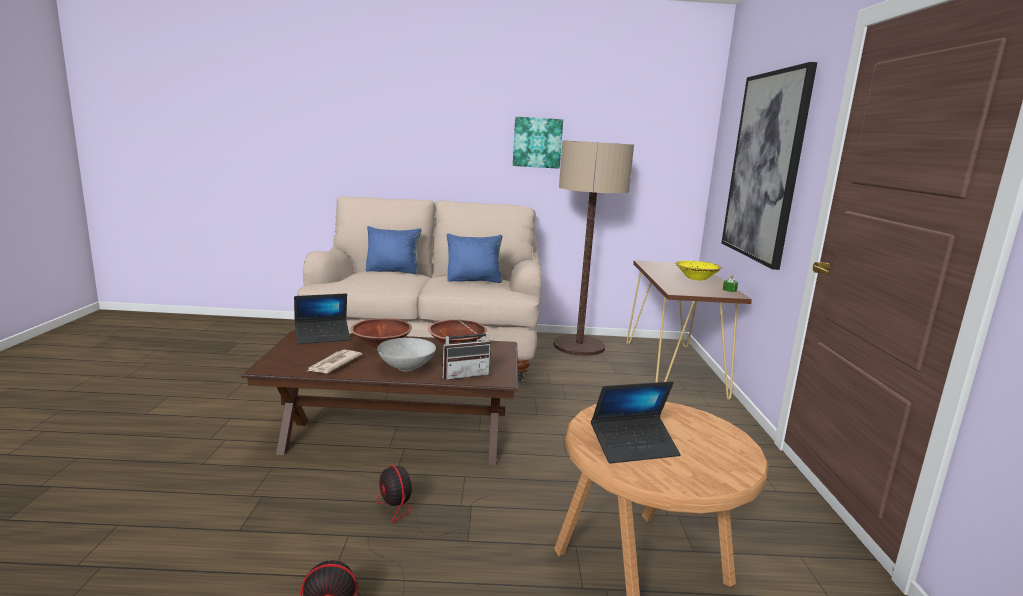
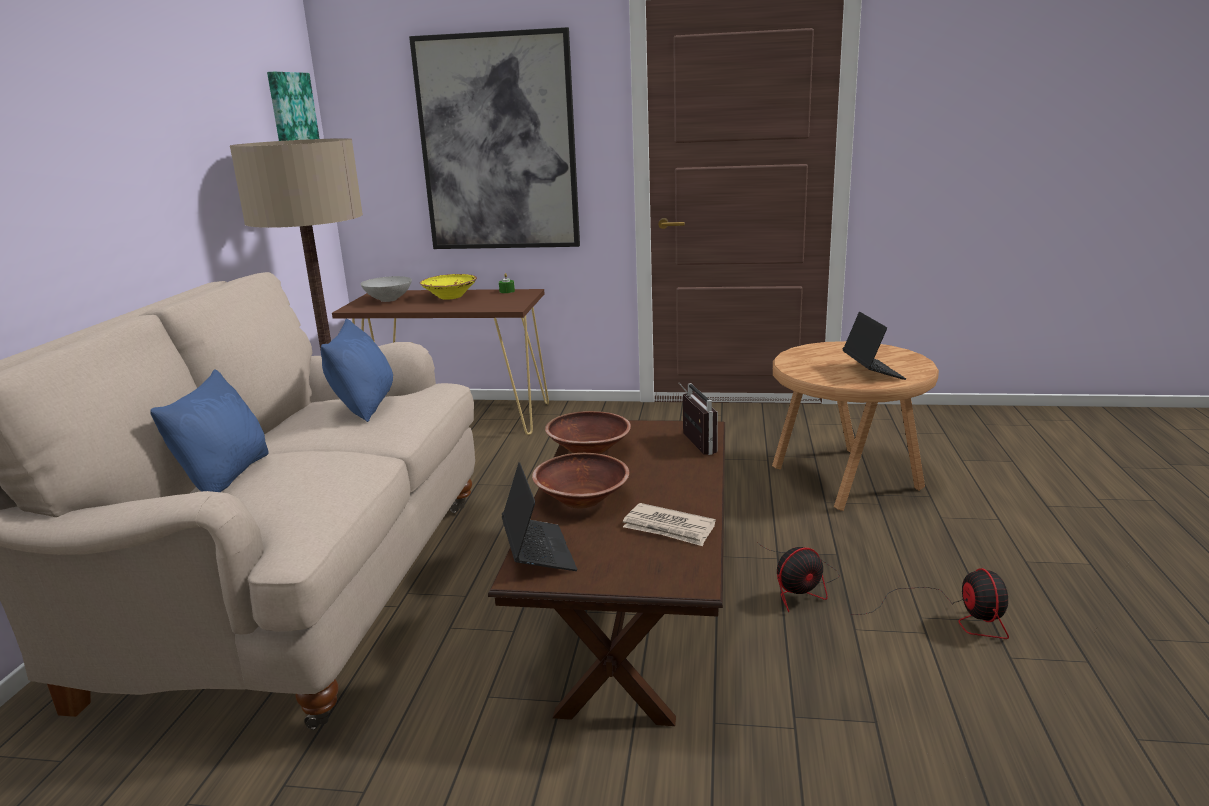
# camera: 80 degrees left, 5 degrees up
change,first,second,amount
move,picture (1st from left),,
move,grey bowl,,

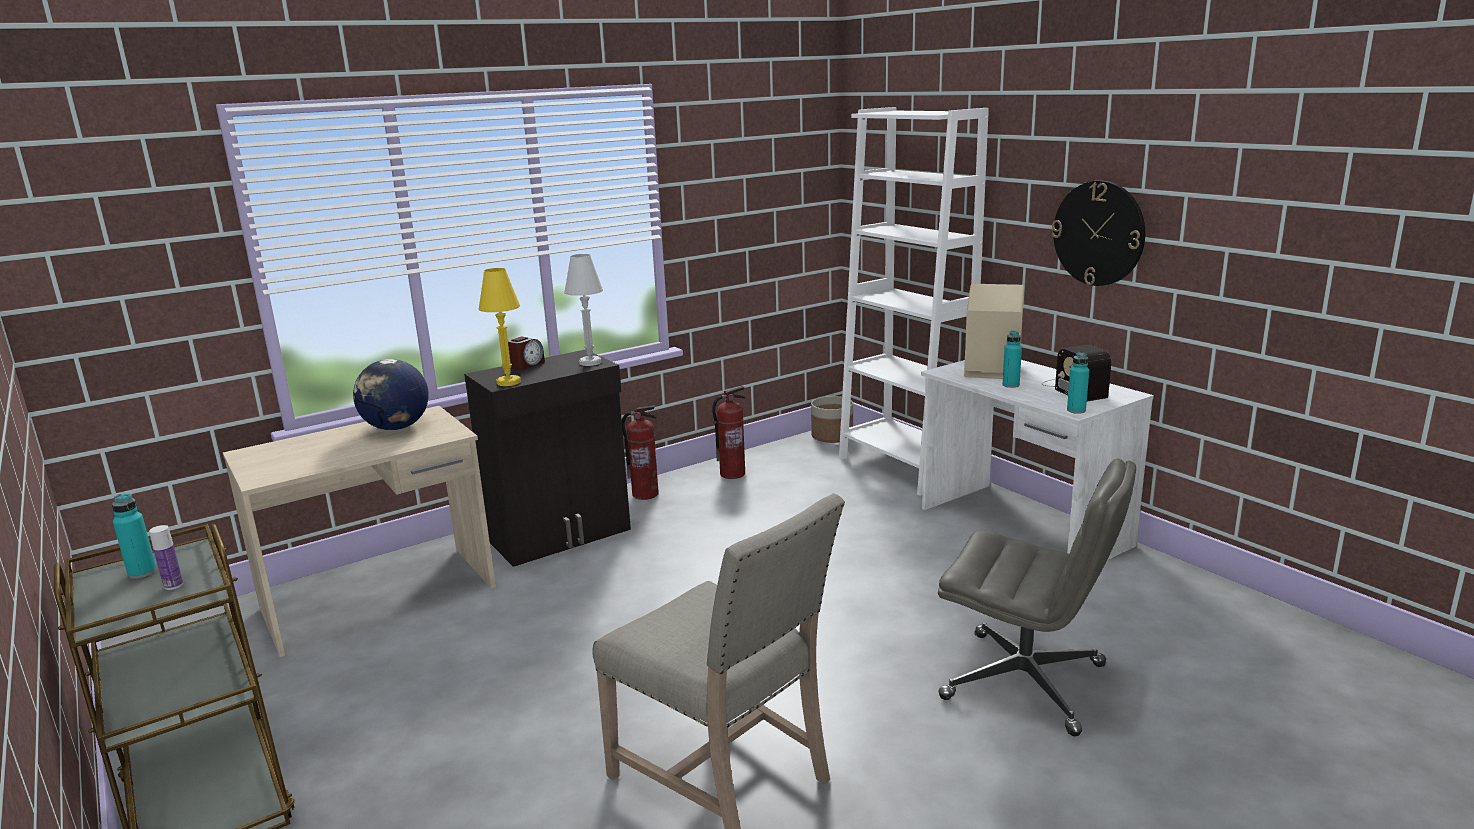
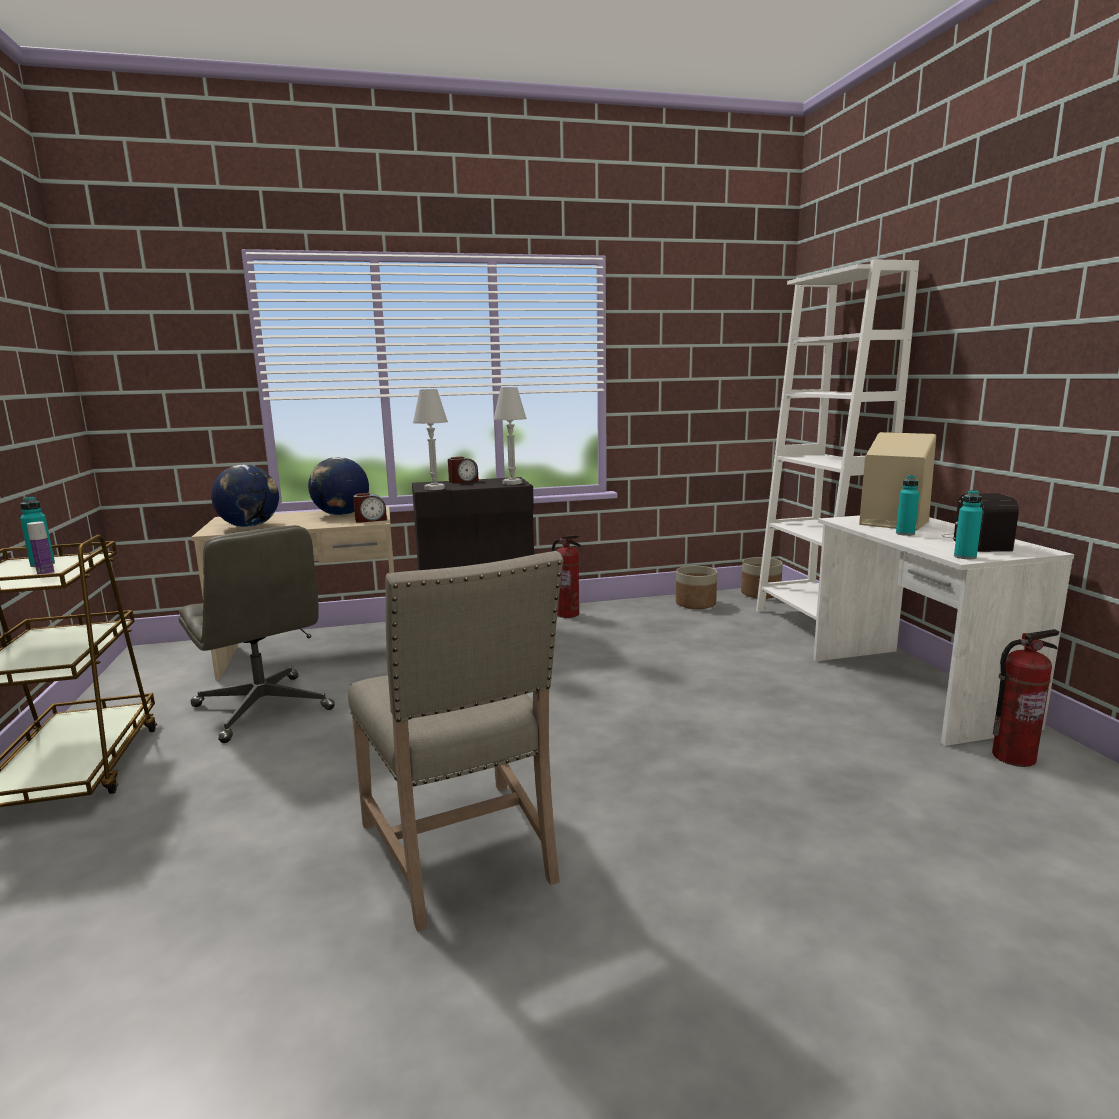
# camera: 20 degrees right, 5 degrees down
change,first,second,amount
delete,wall clock,,
recolor,yellow table lamp,white table lamp (1st from left),
move,fire extinguisher (2nd from left),,
move,grey office chair,,
insert,,globe (1st from left),
insert,,alarm clock (1st from left),
insert,,planter (1st from left),

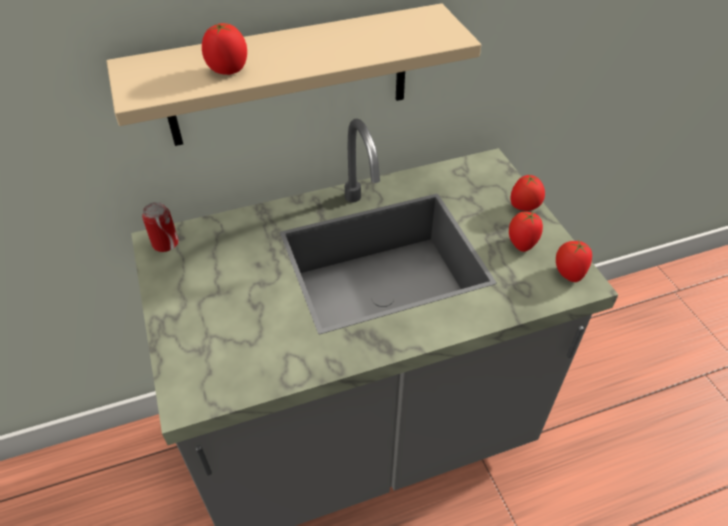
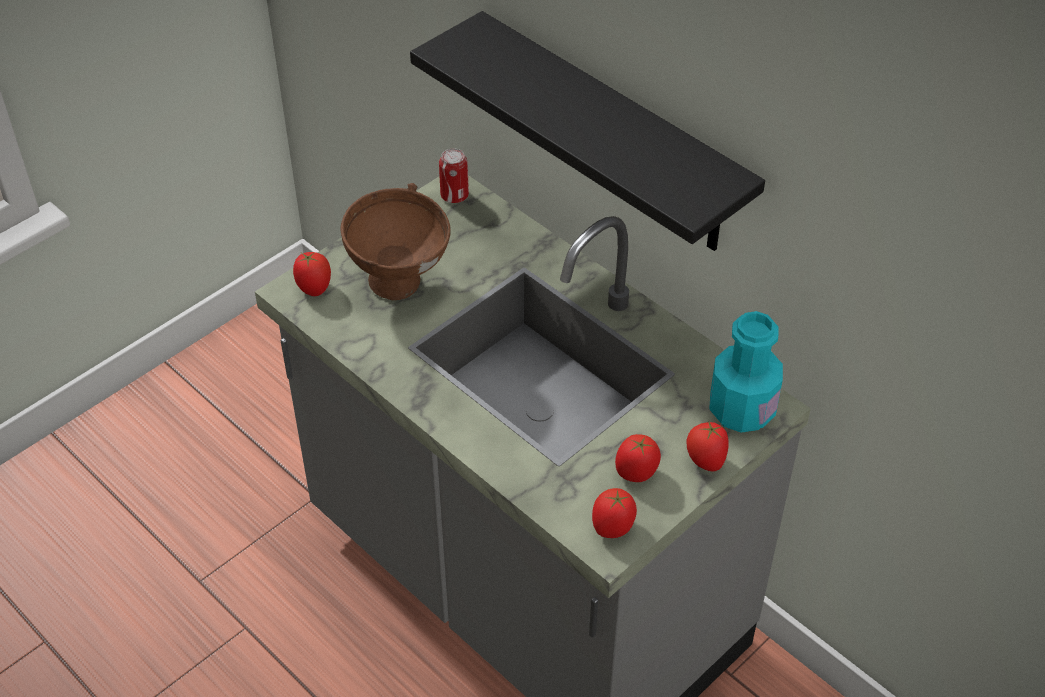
# camera: 65 degrees right, 0 degrees up
change,first,second,amount
recolor,beige shelf,black shelf,
move,tomato (1st from left),,
insert,,brown bowl,
insert,,turquoise bottle,

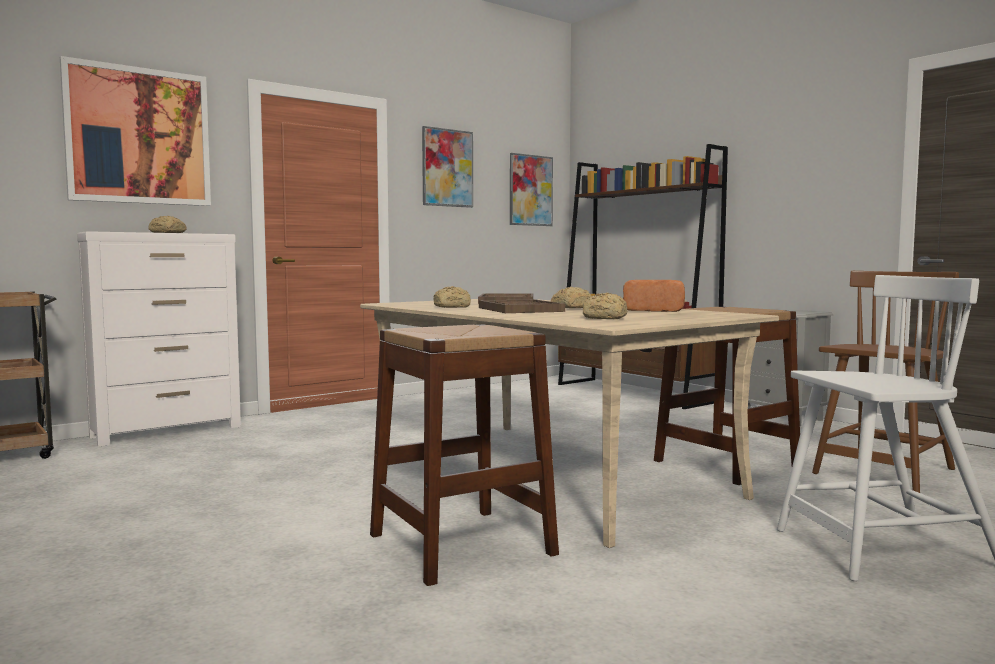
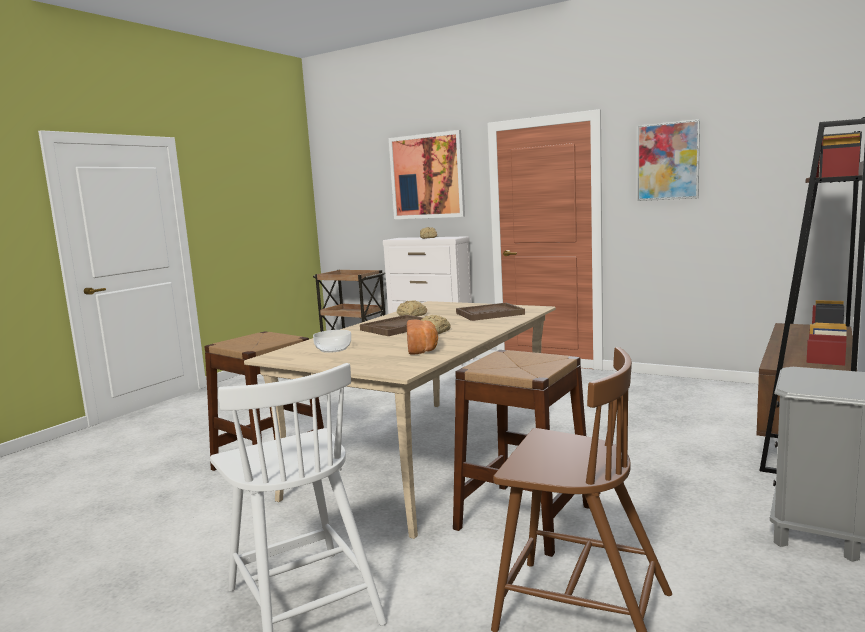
# camera: 70 degrees right, 5 degrees up
change,first,second,amount
delete,picture (3rd from left),,
replace,bread (4th from left),bowl,

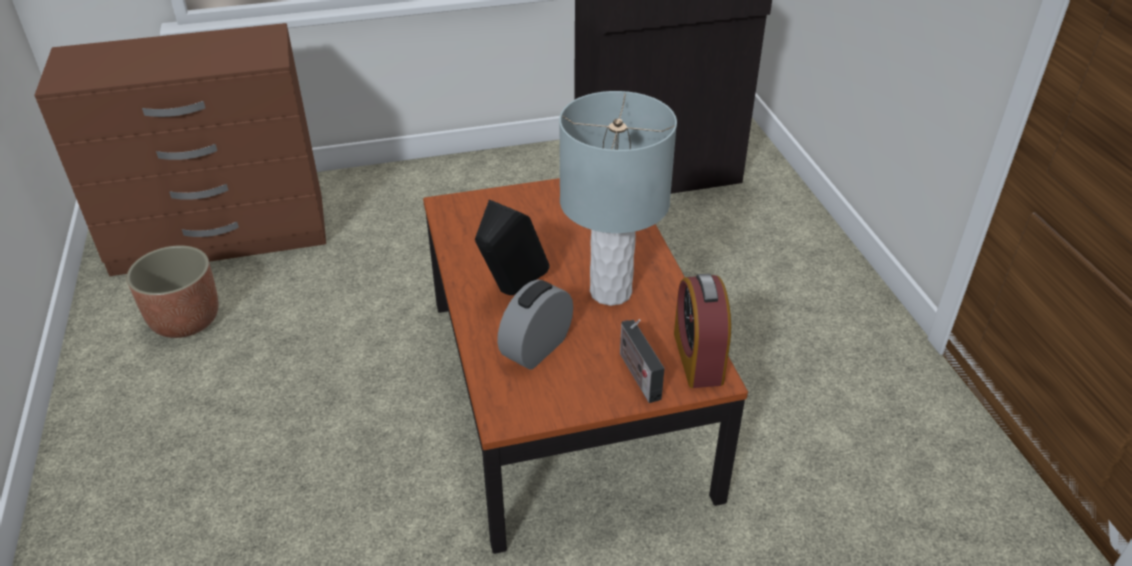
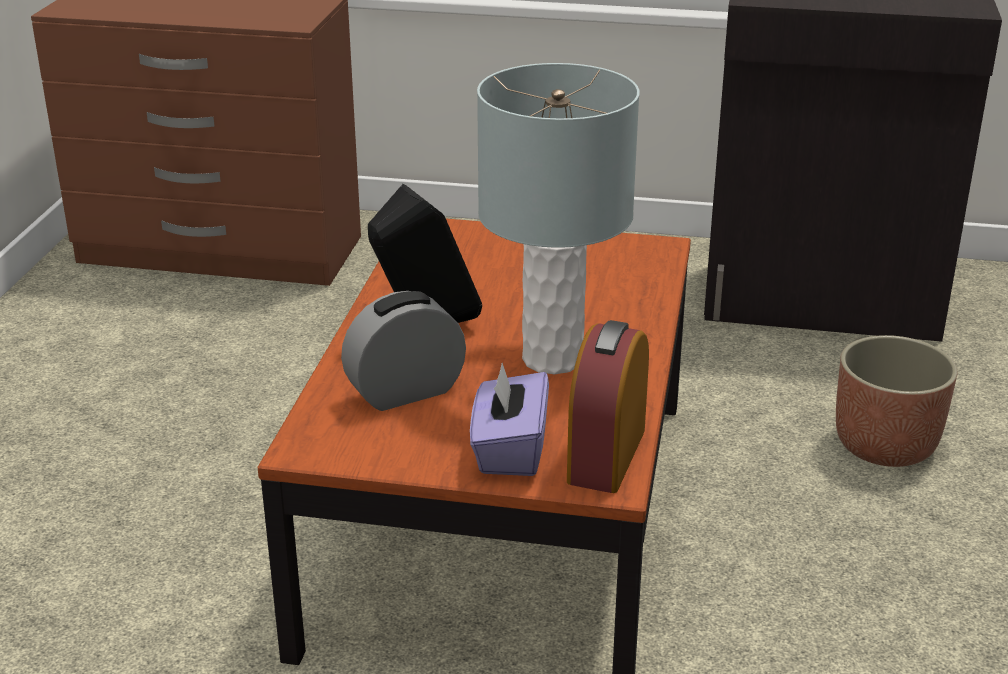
# camera: 25 degrees right, 10 degrees down
change,first,second,amount
move,planter,,
replace,radio,purple tissue box,

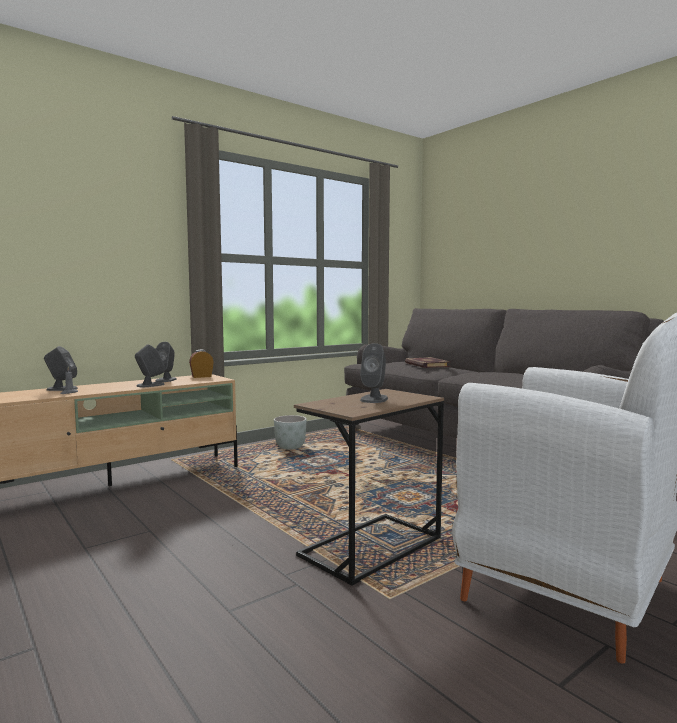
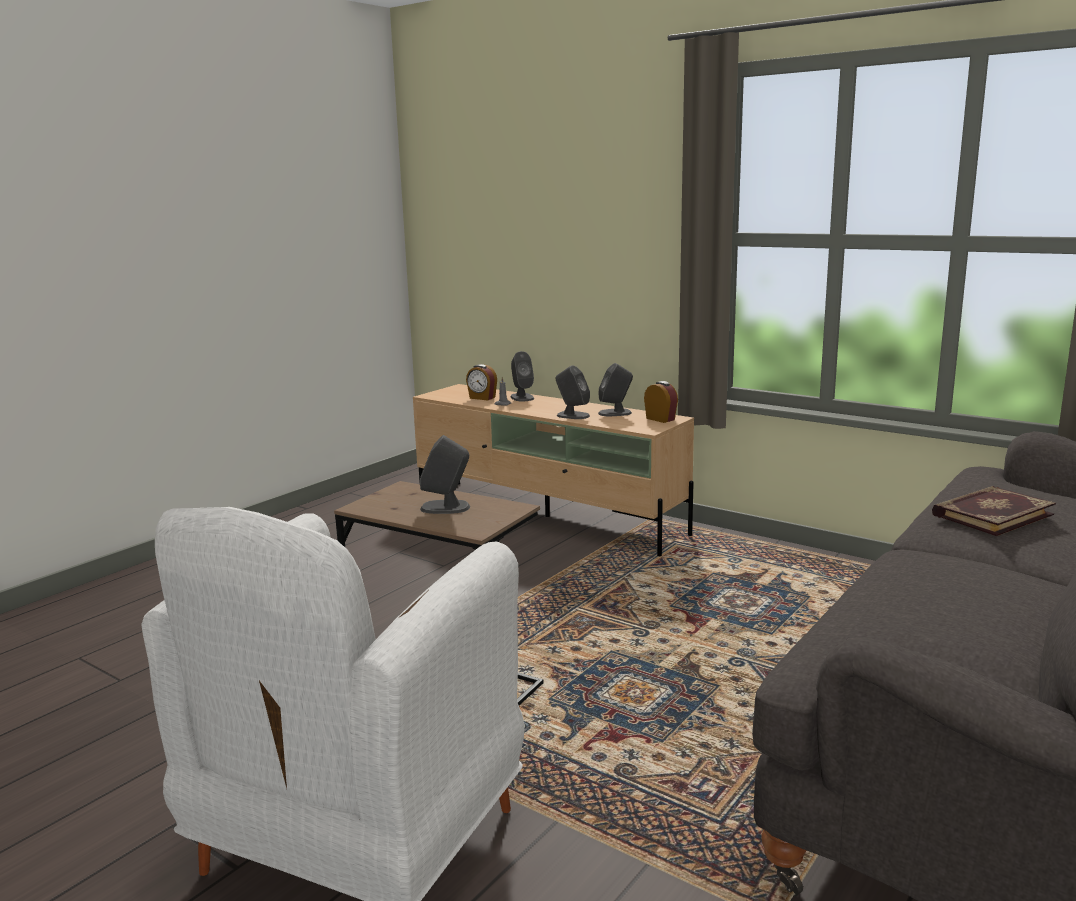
# camera: 75 degrees right, 10 degrees up
change,first,second,amount
delete,grey planter,,
insert,,alarm clock (1st from left),

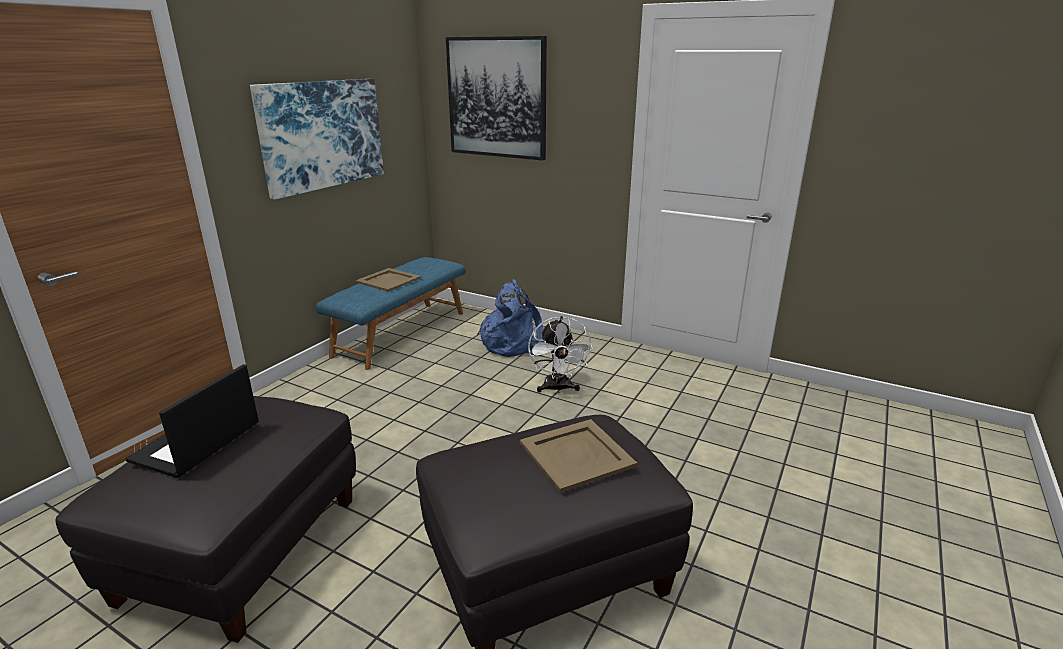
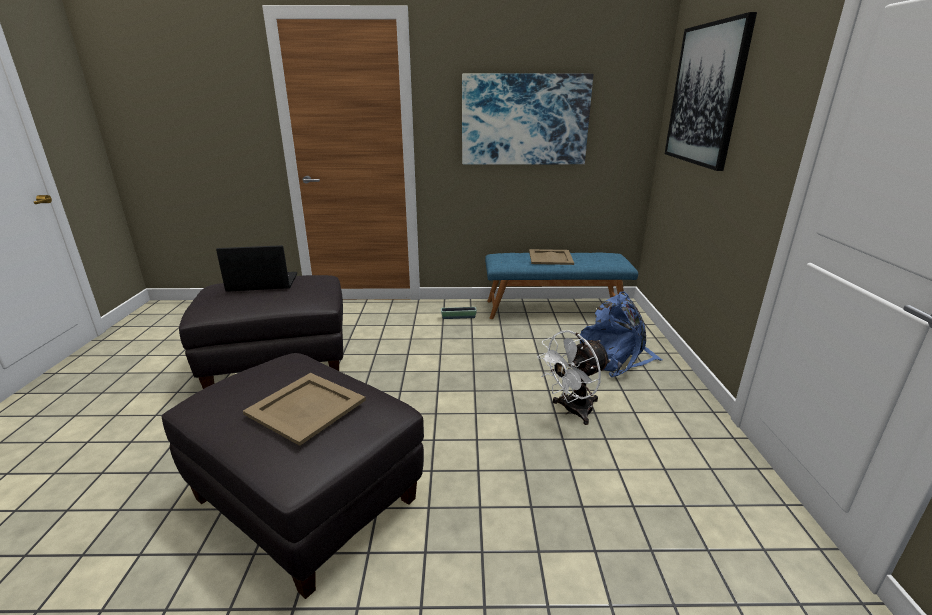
# camera: 60 degrees right, 0 degrees up
change,first,second,amount
insert,,planter,

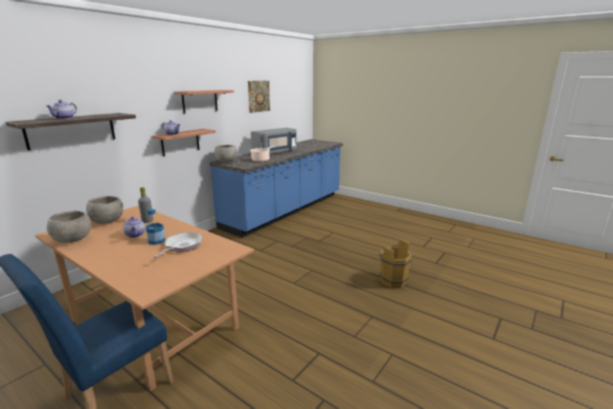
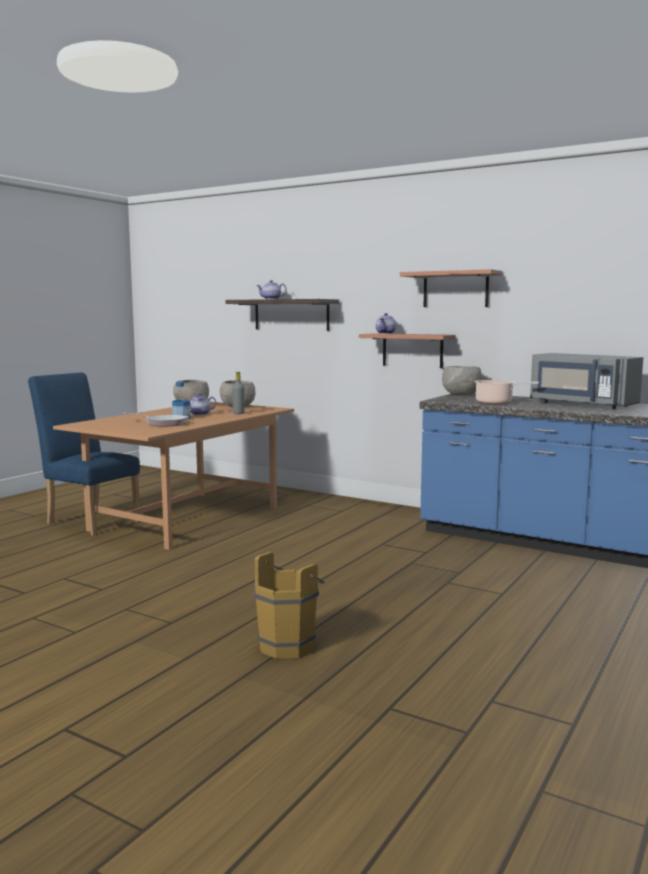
# camera: 85 degrees right, 10 degrees down
change,first,second,amount
delete,picture,,

